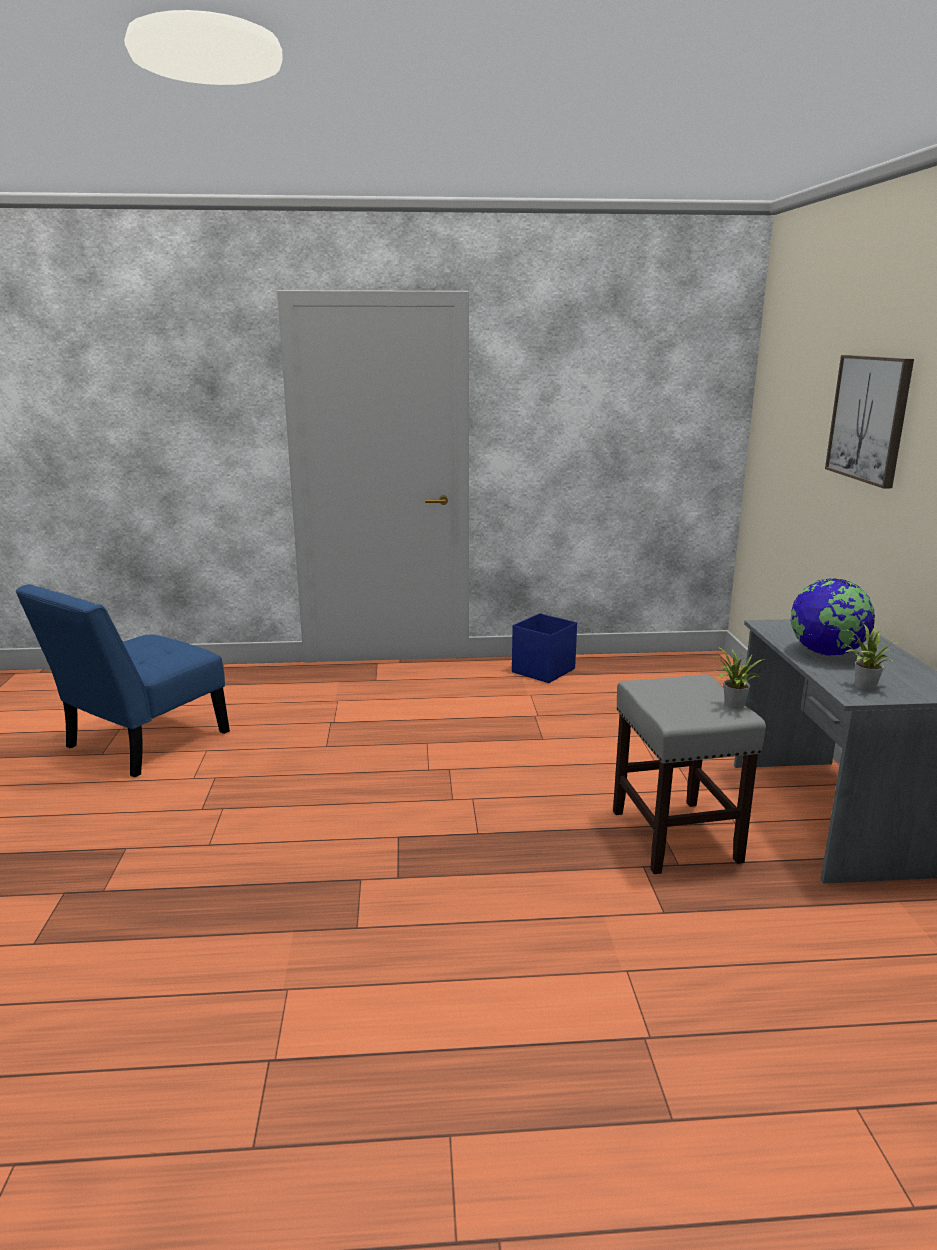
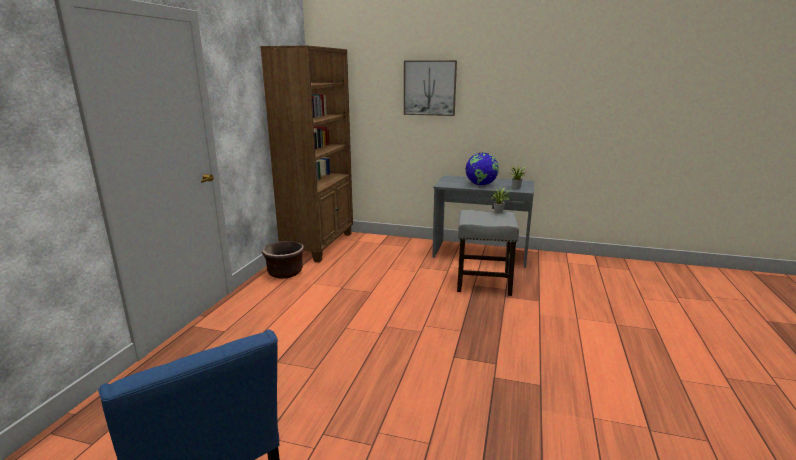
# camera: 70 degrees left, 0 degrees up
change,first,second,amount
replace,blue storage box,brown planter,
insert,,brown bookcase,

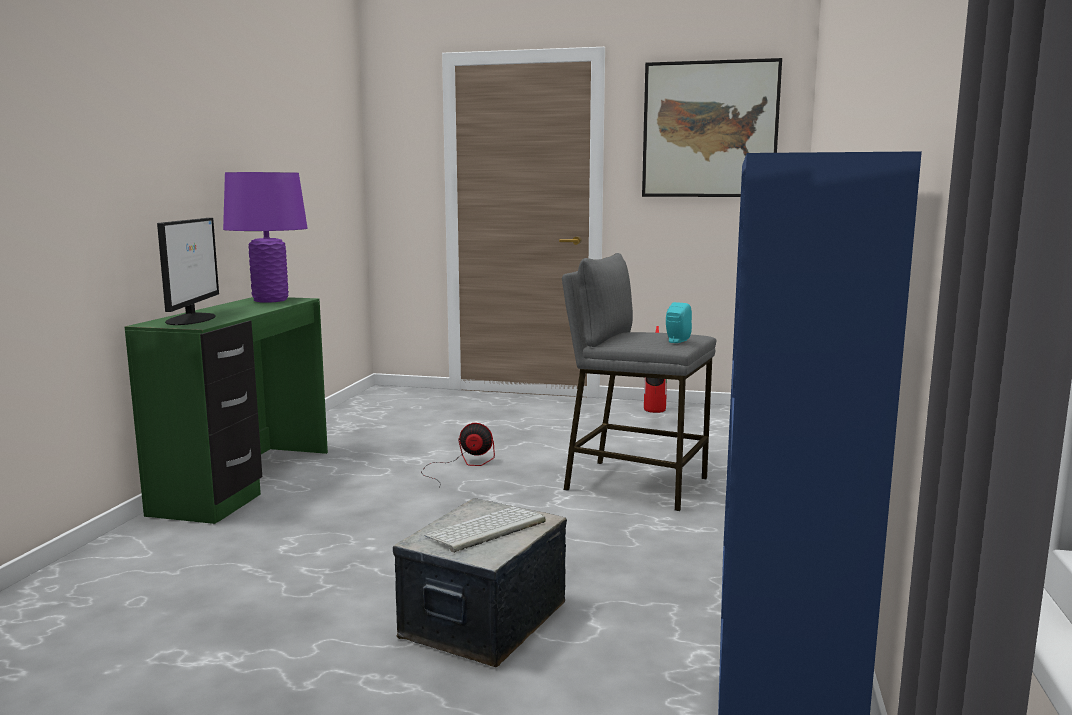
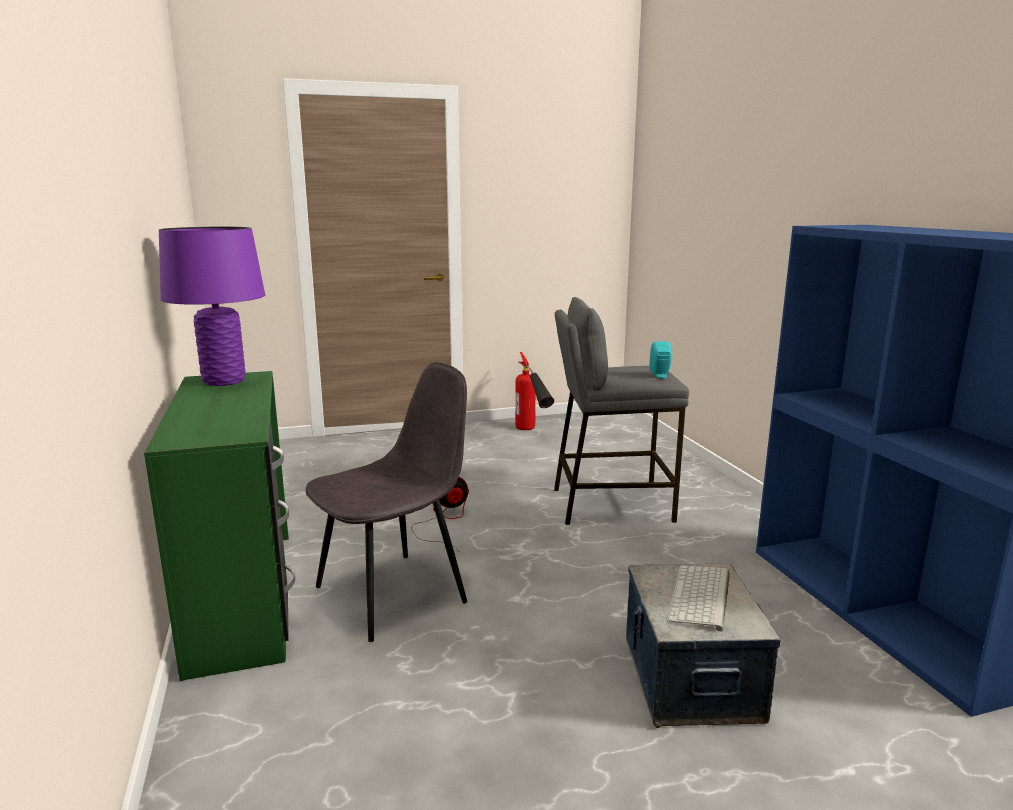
# camera: 30 degrees left, 5 degrees up
change,first,second,amount
delete,picture,,
delete,monitor,,
insert,,grey chair,

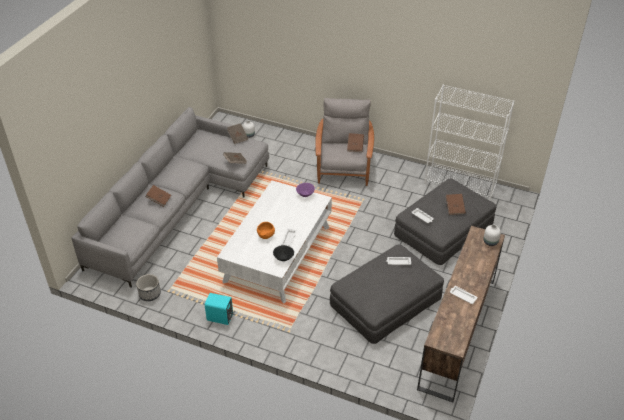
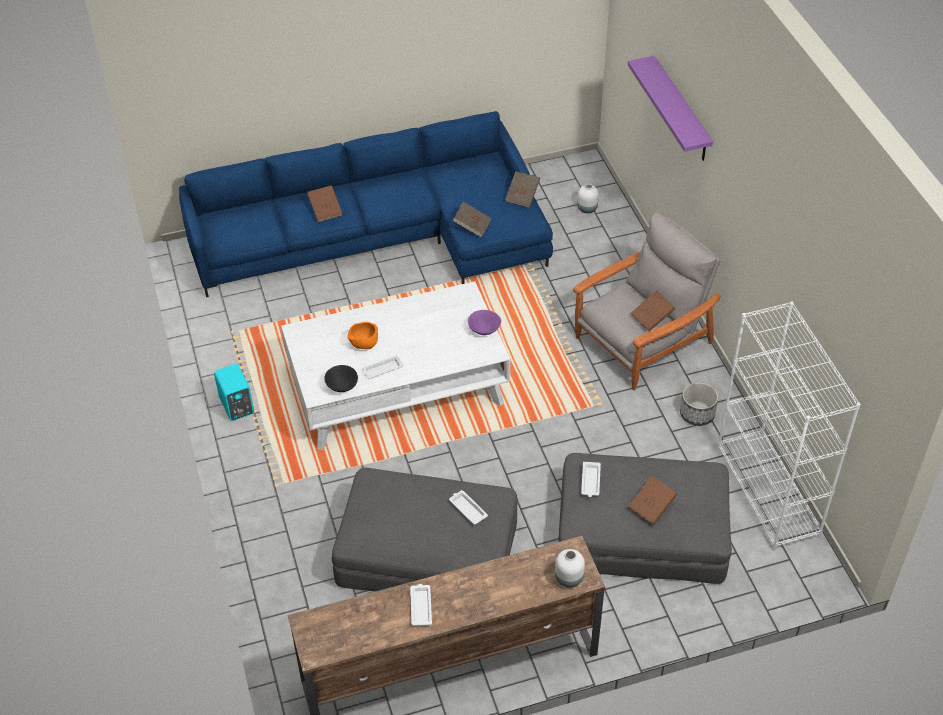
# camera: 50 degrees right, 5 degrees up
change,first,second,amount
recolor,grey sofa,blue sofa,
move,planter,,
insert,,purple shelf,

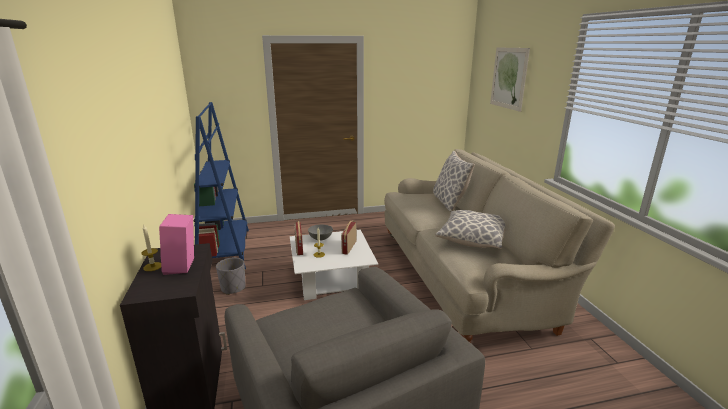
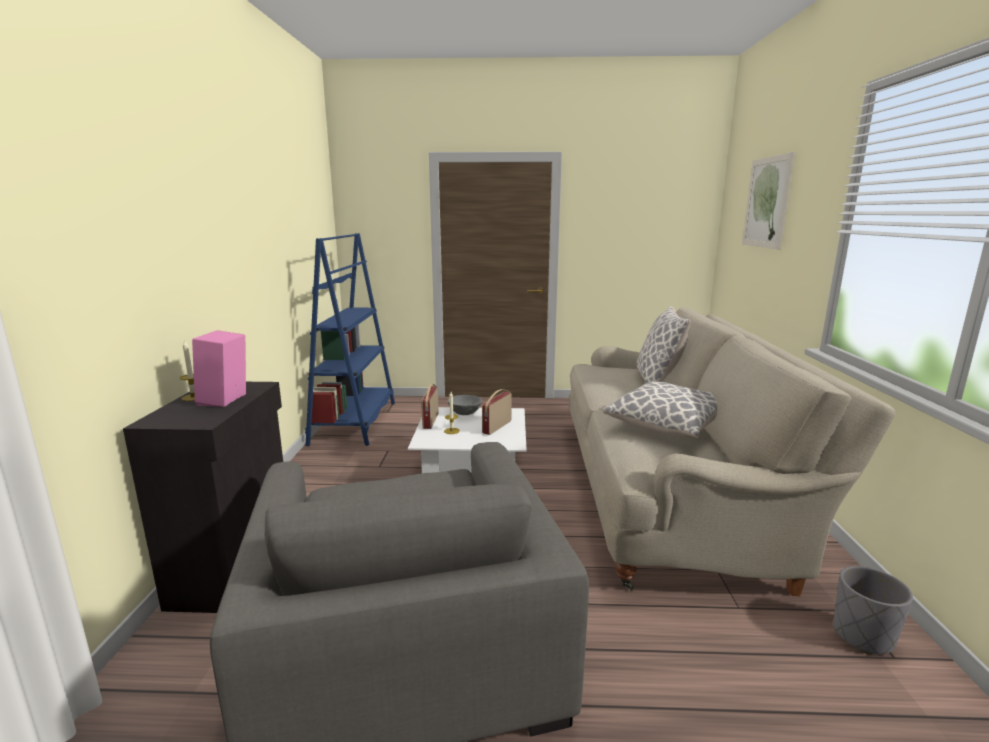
# camera: 15 degrees right, 5 degrees down
change,first,second,amount
move,grey planter,,

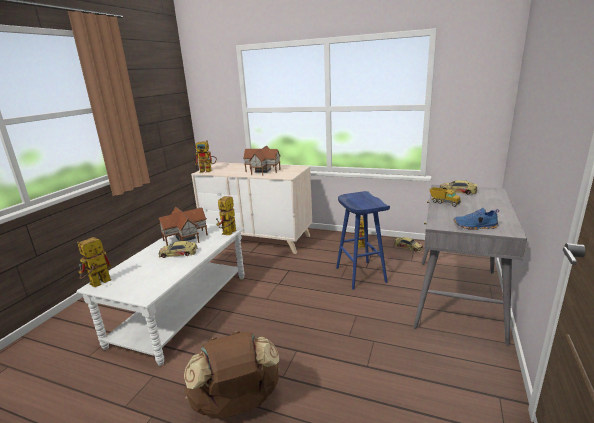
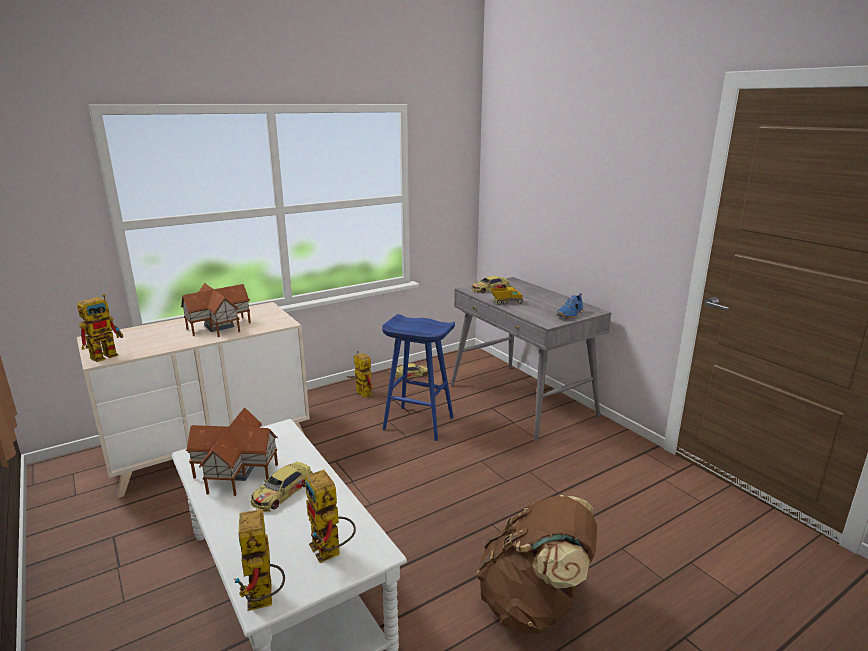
# camera: 55 degrees left, 0 degrees up
change,first,second,amount
move,toy robot (3rd from left),,

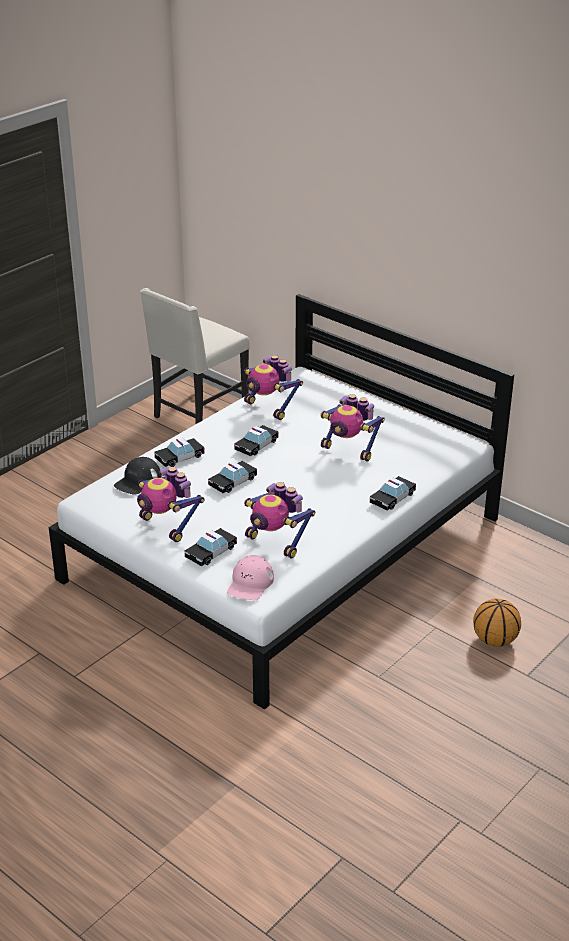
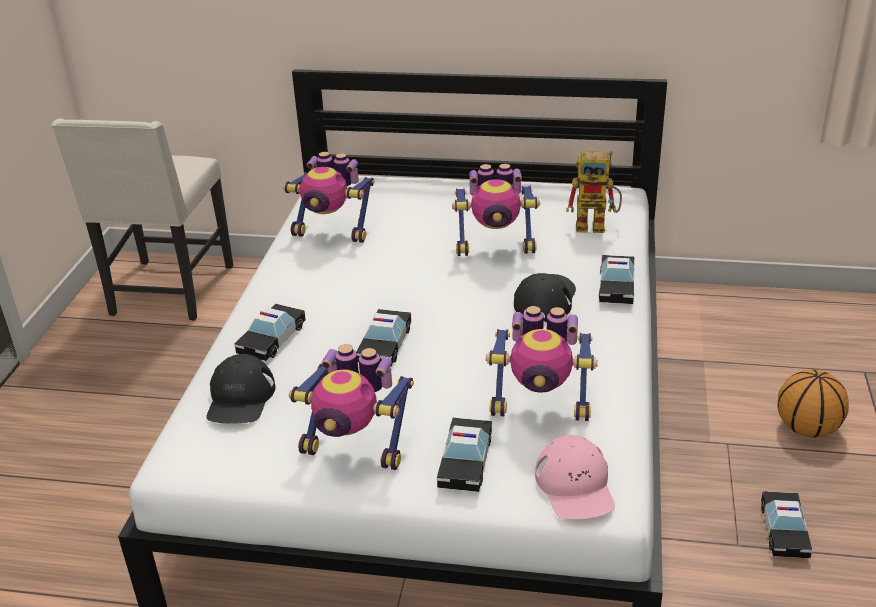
# camera: 30 degrees left, 0 degrees up
change,first,second,amount
move,toy car (4th from left in the first image),toy car (5th from left),
insert,,toy robot (5th from left),
insert,,black cap (2nd from left),

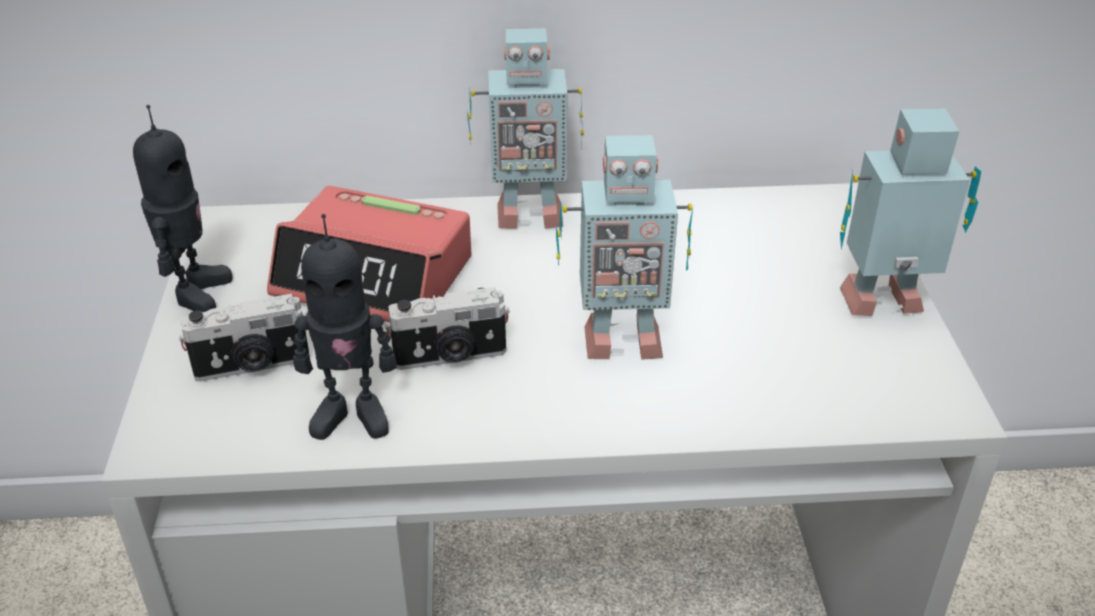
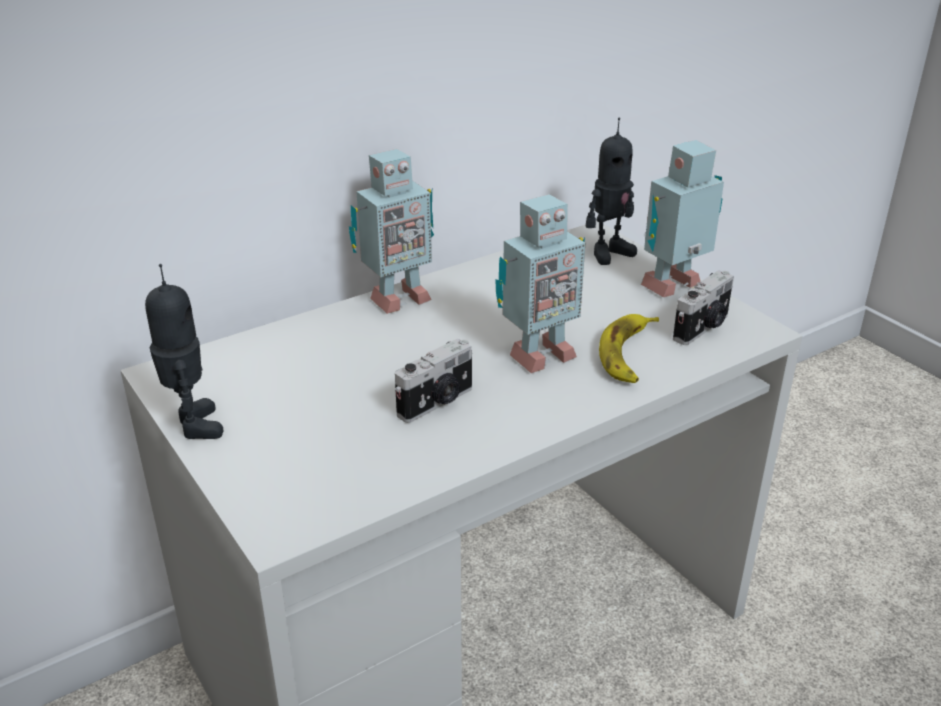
# camera: 30 degrees left, 5 degrees down
change,first,second,amount
delete,alarm clock,,
move,toy robot (2nd from left in the first image),toy robot (4th from left),
move,photo camera (1st from left in the first image),photo camera (2nd from left),
insert,,banana,

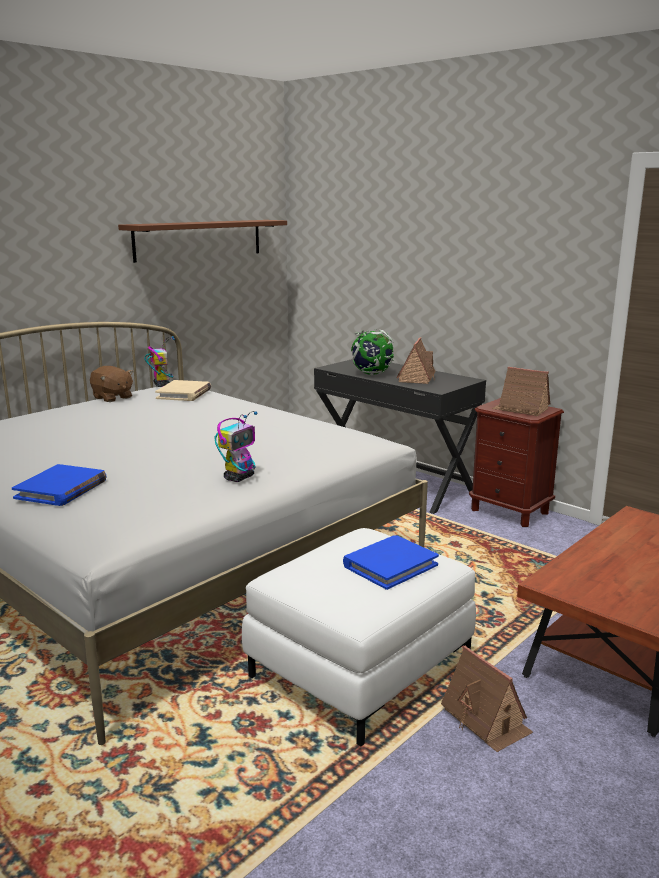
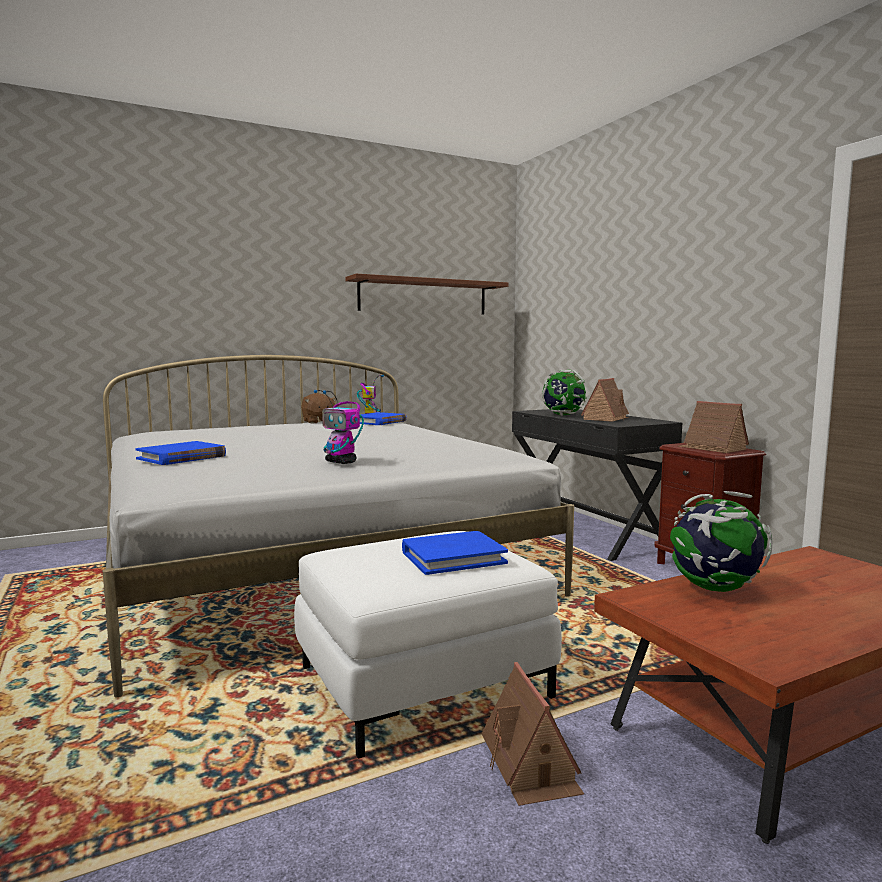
# camera: 20 degrees right, 10 degrees down
change,first,second,amount
recolor,beige book,blue book (2nd from left),
rotate,toy robot (2nd from left in the first image),toy robot (1st from left),75 degrees clockwise
insert,,globe (2nd from left),

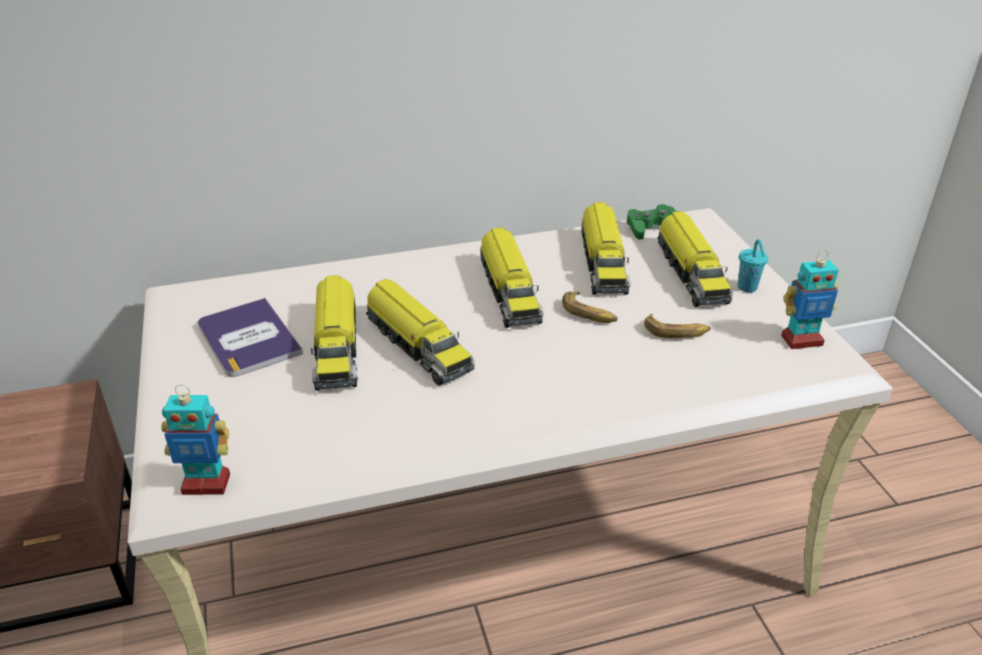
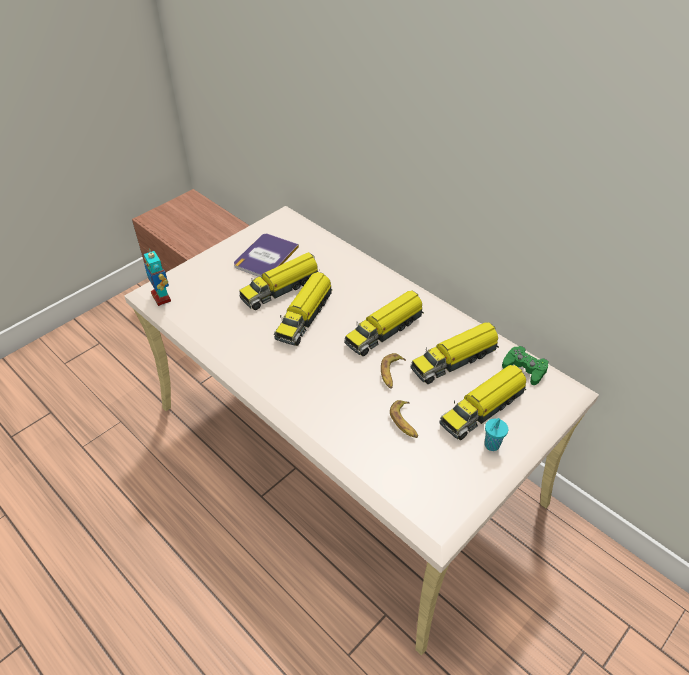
# camera: 60 degrees right, 10 degrees up
change,first,second,amount
delete,toy robot (2nd from left),,

